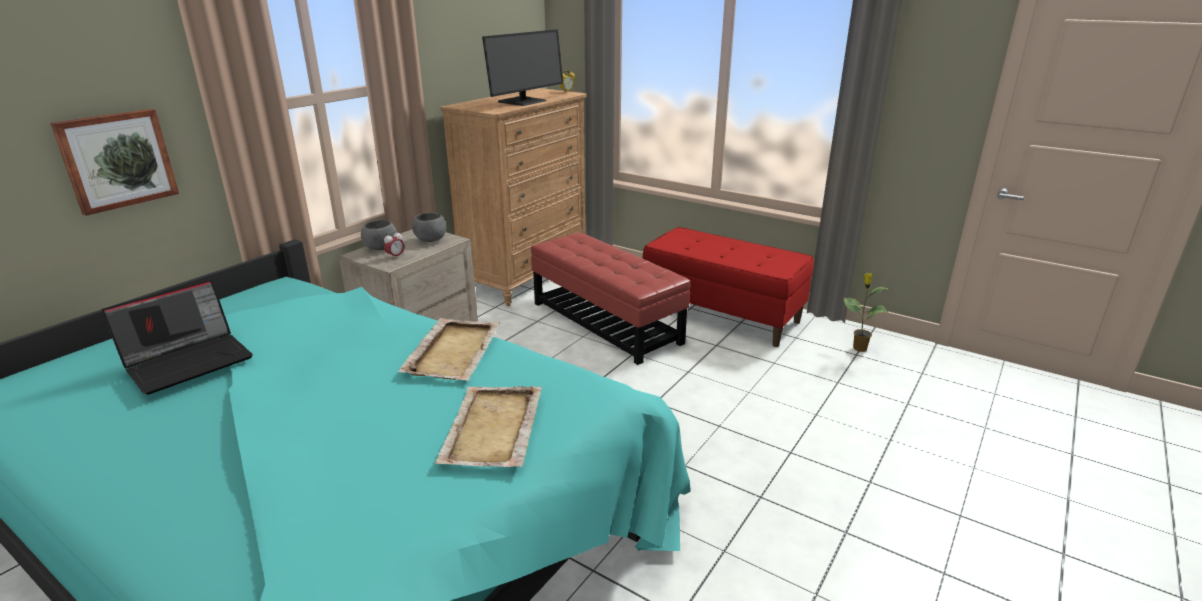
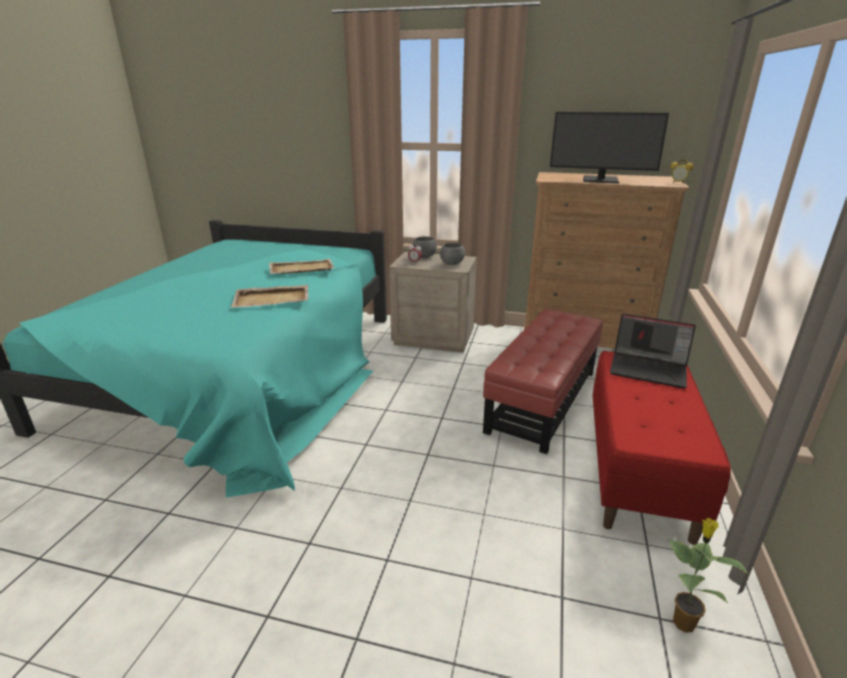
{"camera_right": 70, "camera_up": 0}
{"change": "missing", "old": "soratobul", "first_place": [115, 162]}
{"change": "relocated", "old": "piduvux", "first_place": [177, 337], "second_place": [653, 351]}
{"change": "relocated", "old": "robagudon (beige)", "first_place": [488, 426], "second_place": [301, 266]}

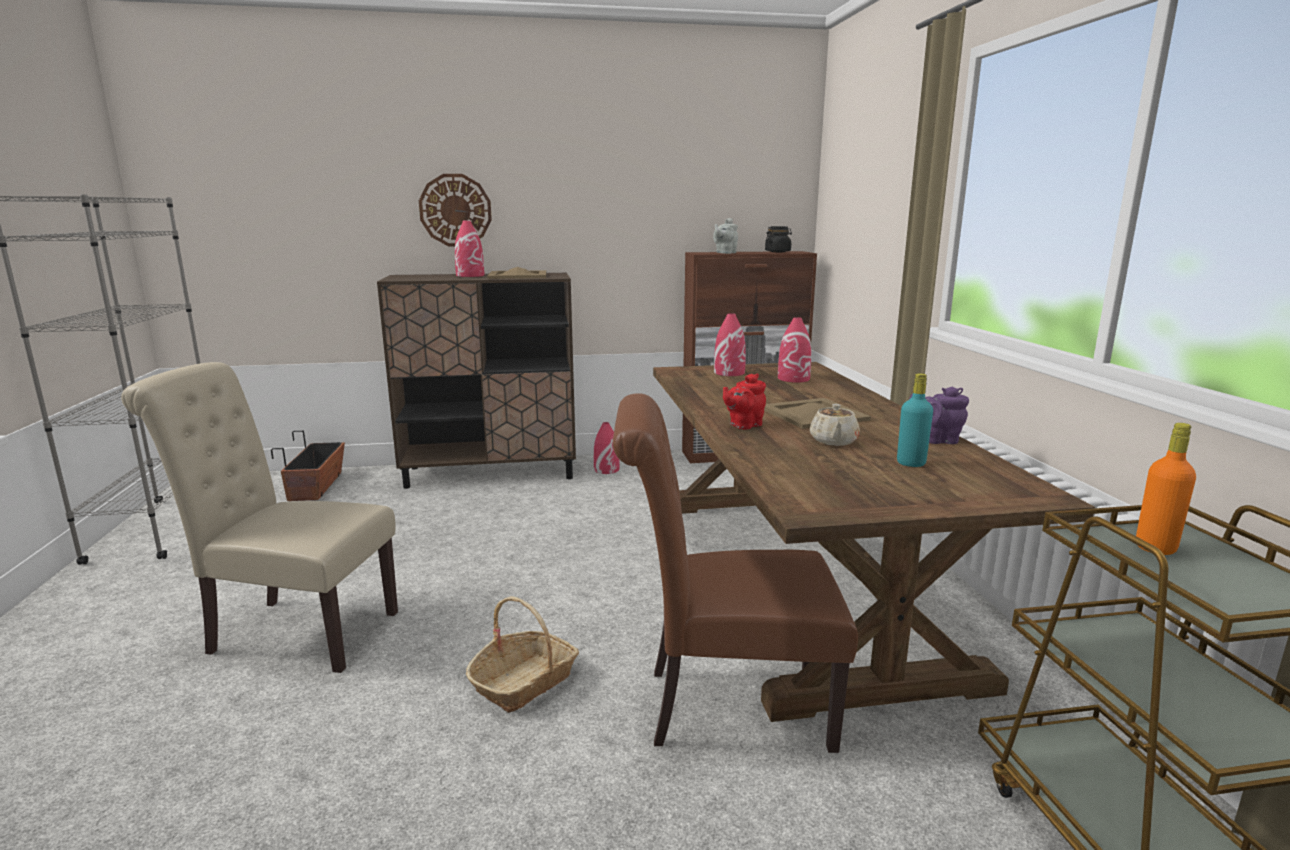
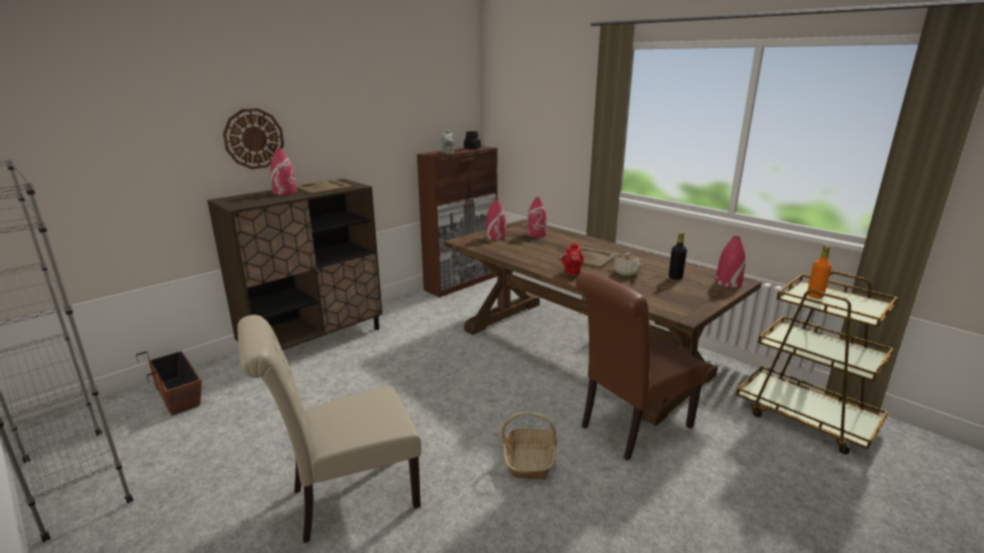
{"camera_right": -35, "camera_up": 5}
{"change": "missing", "old": "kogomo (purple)", "first_place": [939, 415]}
{"change": "relocated", "old": "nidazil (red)", "first_place": [606, 448], "second_place": [730, 261]}
{"change": "colour", "old": "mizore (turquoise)", "new": "mizore (black)", "first_place": [915, 420], "second_place": [678, 256]}

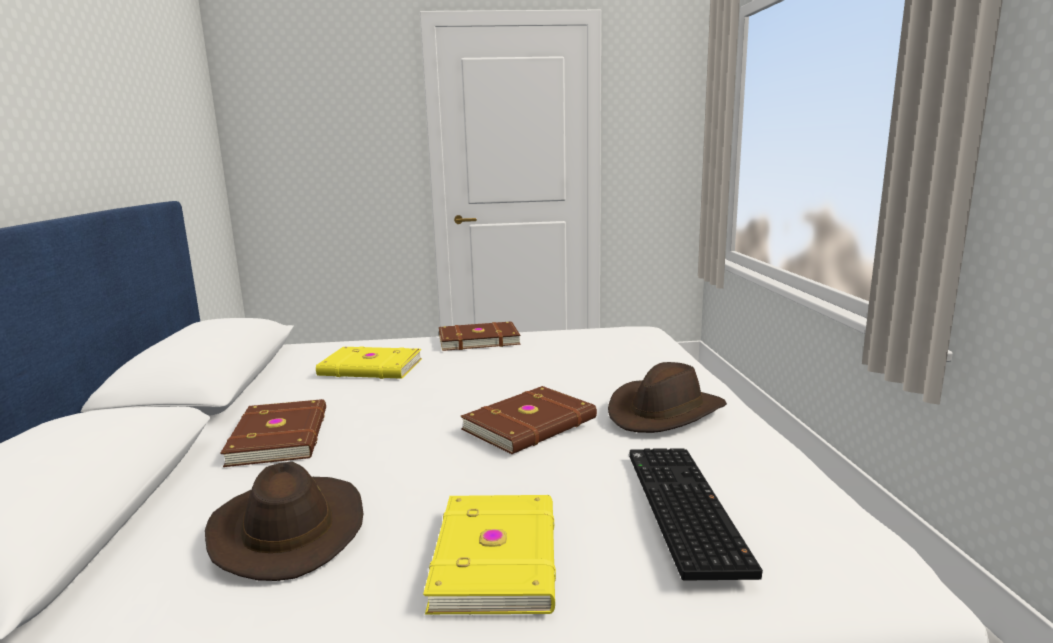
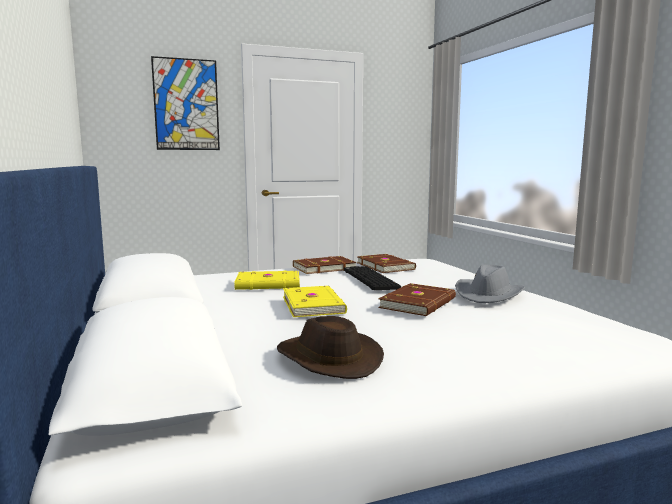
{"camera_right": -15, "camera_up": -5}
{"change": "appeared", "new": "soratobul", "second_place": [185, 103]}
{"change": "relocated", "old": "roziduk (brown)", "first_place": [273, 433], "second_place": [386, 263]}
{"change": "relocated", "old": "roziduk (yellow)", "first_place": [489, 554], "second_place": [315, 301]}
{"change": "relocated", "old": "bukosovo", "first_place": [696, 514], "second_place": [372, 278]}
{"change": "colour", "old": "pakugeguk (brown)", "new": "pakugeguk (grey)", "first_place": [667, 397], "second_place": [490, 283]}

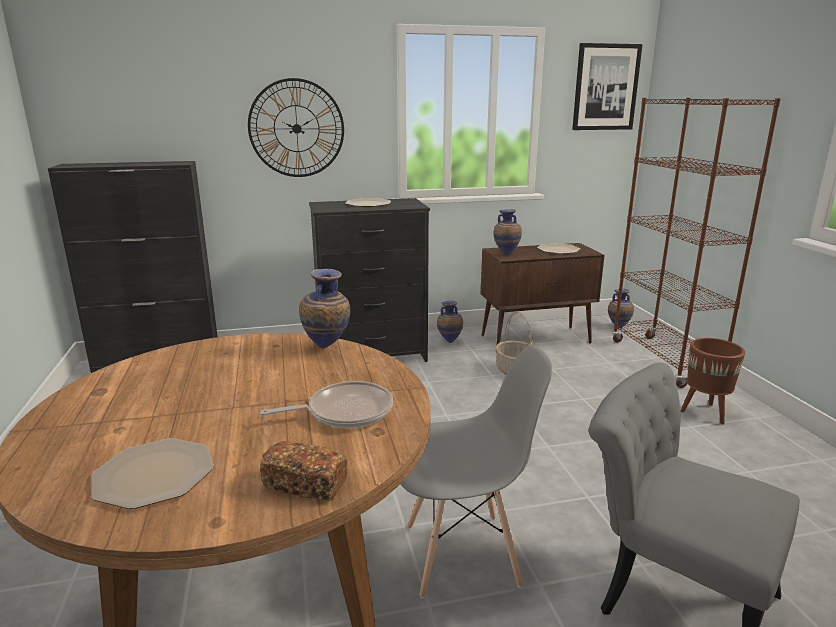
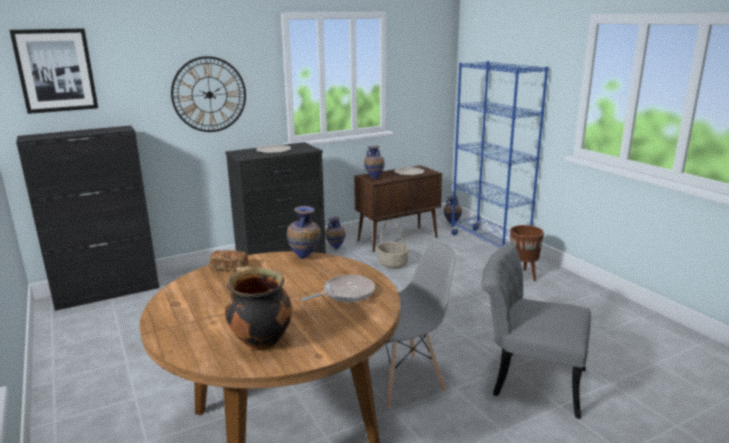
{"camera_right": -15, "camera_up": 0}
{"change": "relocated", "old": "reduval", "first_place": [303, 471], "second_place": [229, 261]}
{"change": "relocated", "old": "soratobul", "first_place": [607, 86], "second_place": [54, 71]}
{"change": "exchanged", "old": "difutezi", "new": "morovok", "first_place": [152, 473], "second_place": [258, 308]}
{"change": "colour", "old": "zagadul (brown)", "new": "zagadul (blue)", "first_place": [696, 243], "second_place": [500, 154]}

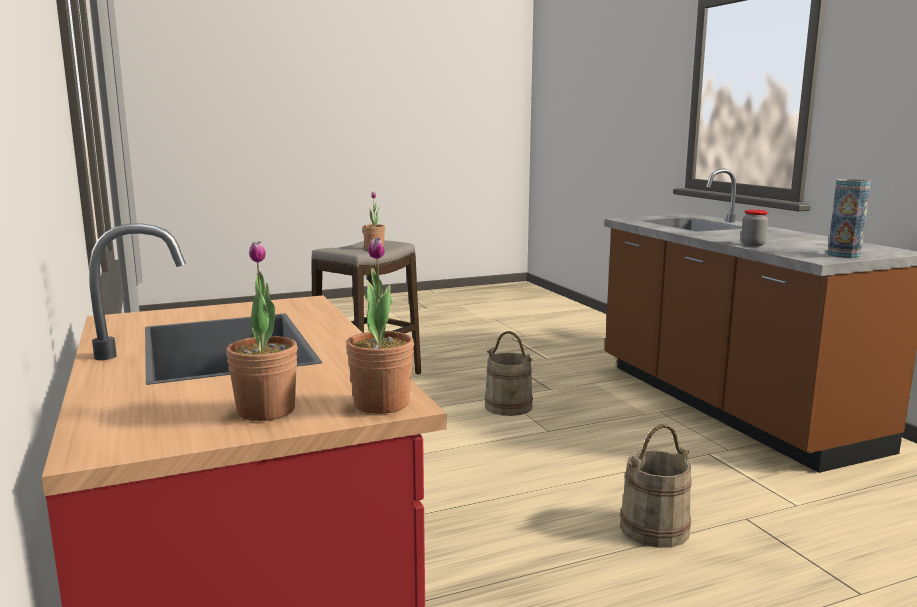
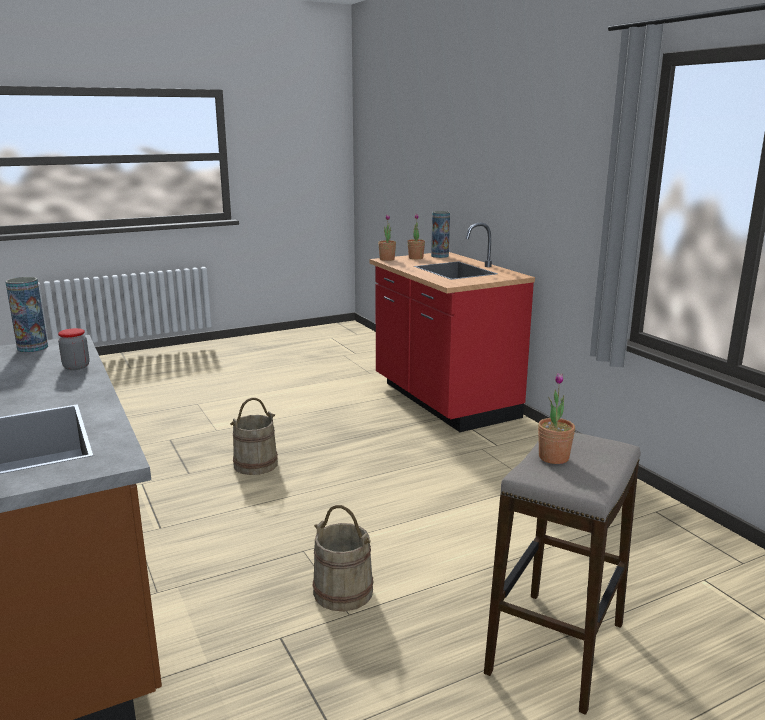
{"camera_right": 175, "camera_up": 5}
{"change": "appeared", "new": "nidazil", "second_place": [440, 234]}

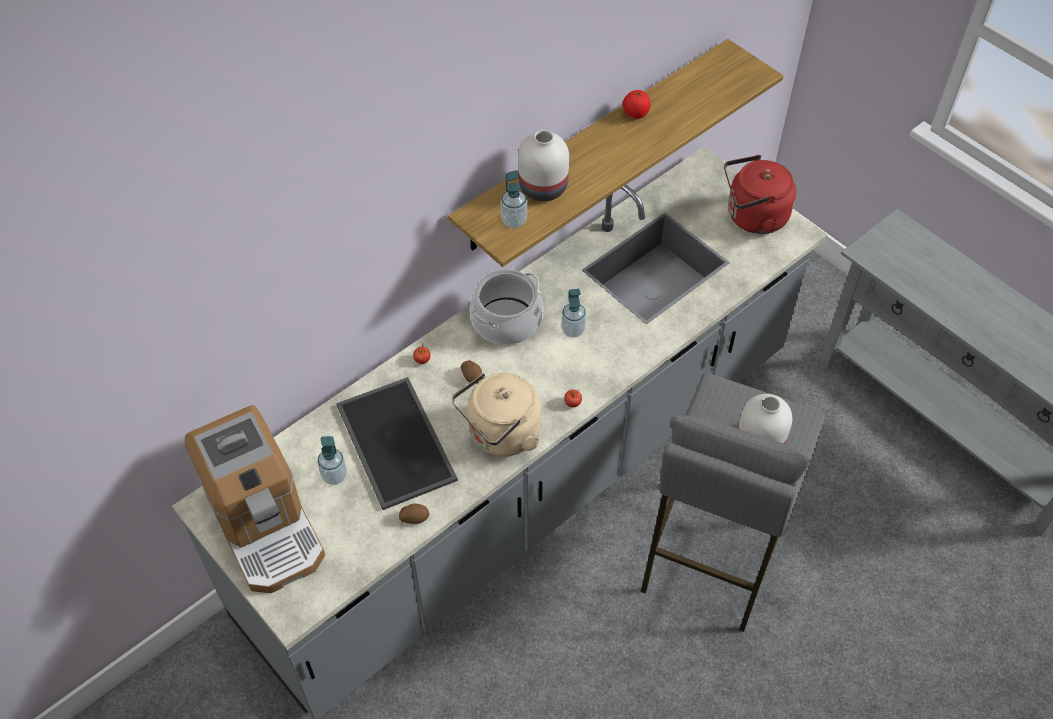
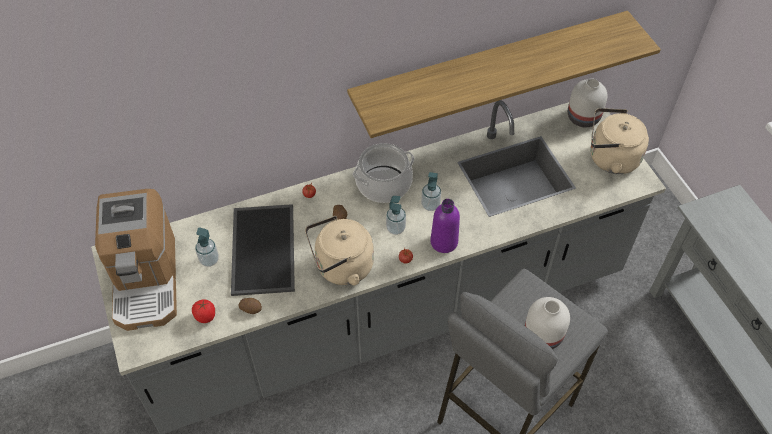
{"camera_right": 20, "camera_up": 0}
{"change": "appeared", "new": "mizore (purple)", "second_place": [445, 226]}
{"change": "relocated", "old": "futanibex", "first_place": [514, 199], "second_place": [396, 215]}
{"change": "relocated", "old": "nidazil (white)", "first_place": [543, 165], "second_place": [587, 103]}
{"change": "relocated", "old": "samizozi", "first_place": [636, 104], "second_place": [203, 311]}
{"change": "colour", "old": "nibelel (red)", "new": "nibelel (beige)", "first_place": [760, 194], "second_place": [620, 141]}

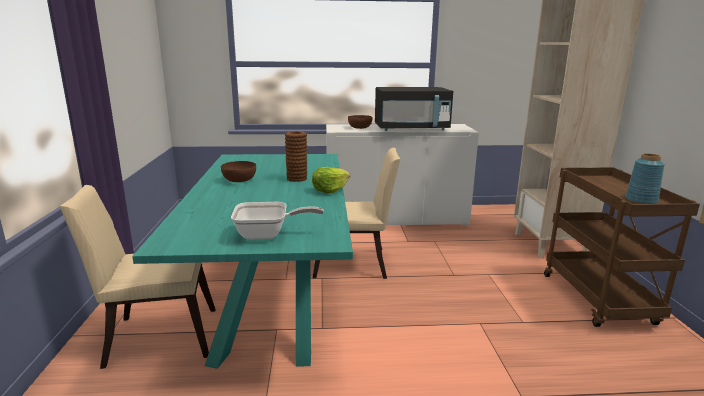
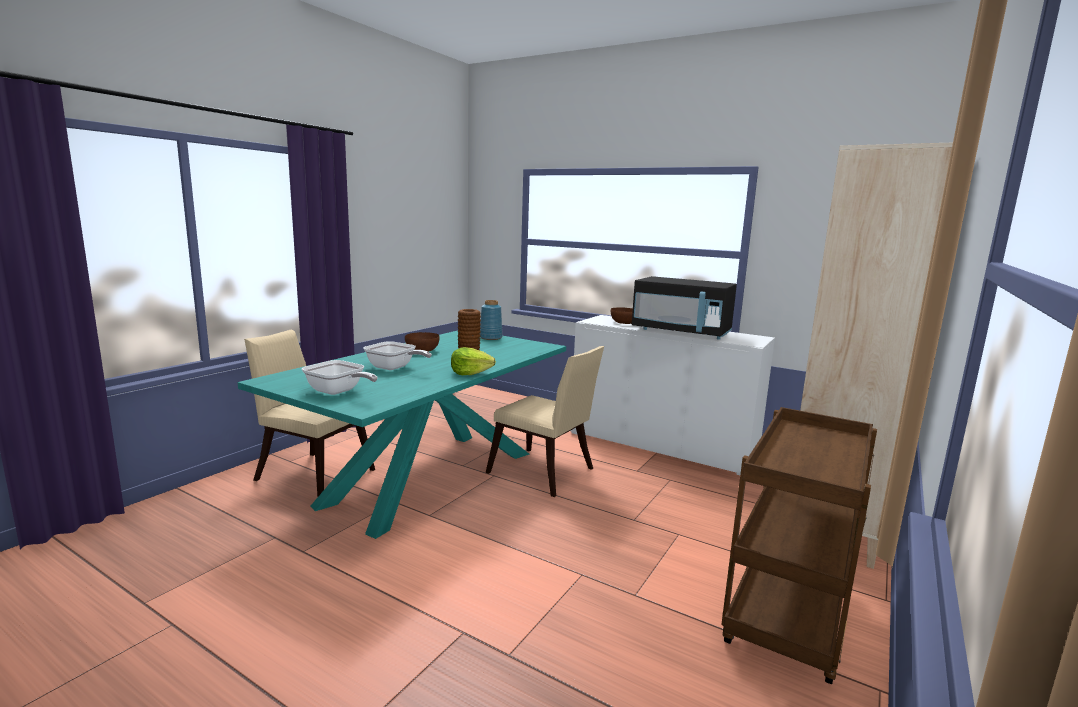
{"camera_right": 35, "camera_up": -5}
{"change": "appeared", "new": "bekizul", "second_place": [397, 355]}
{"change": "relocated", "old": "nidazil (blue)", "first_place": [645, 178], "second_place": [491, 320]}

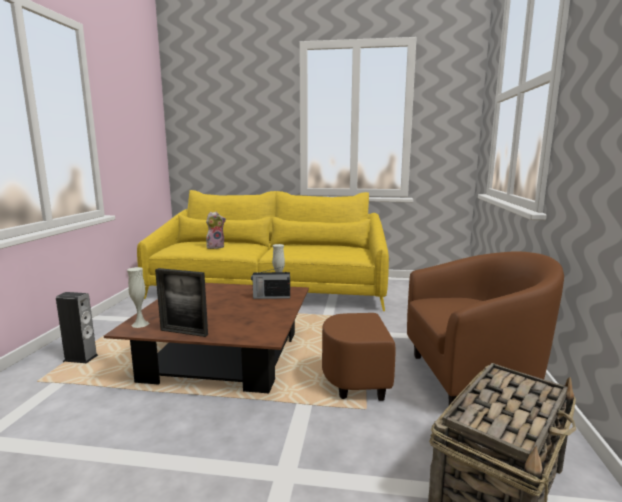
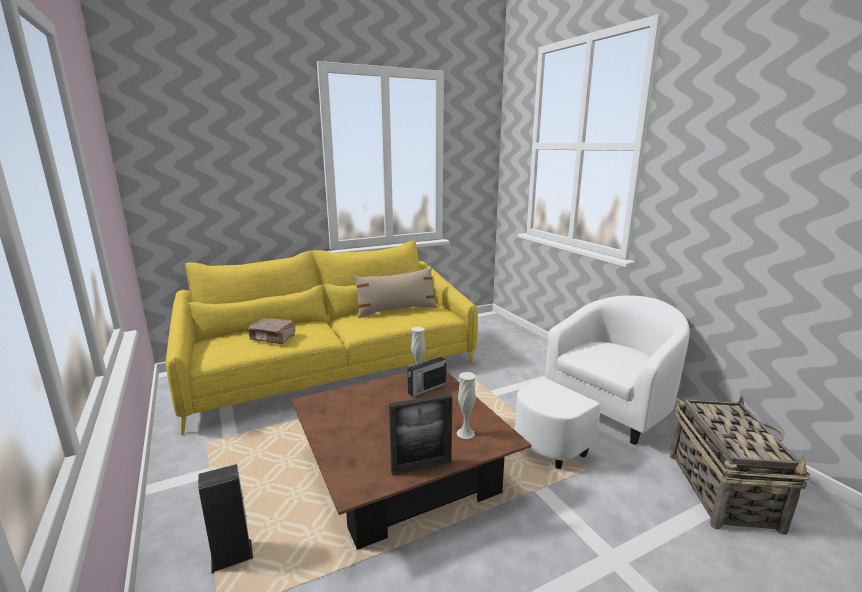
{"camera_right": -35, "camera_up": 5}
{"change": "appeared", "new": "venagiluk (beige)", "second_place": [395, 292]}
{"change": "relocated", "old": "nidazil (white)", "first_place": [138, 297], "second_place": [466, 405]}
{"change": "exchanged", "old": "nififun", "new": "roziduk (brown)", "first_place": [216, 230], "second_place": [271, 331]}
{"change": "colour", "old": "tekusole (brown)", "new": "tekusole (white)", "first_place": [443, 328], "second_place": [602, 382]}

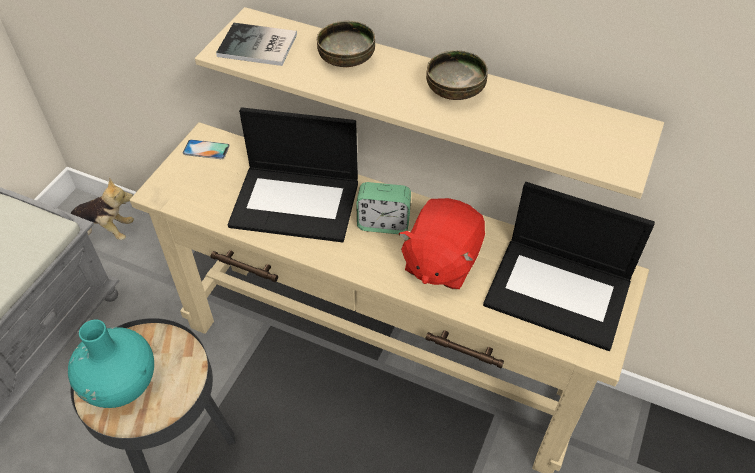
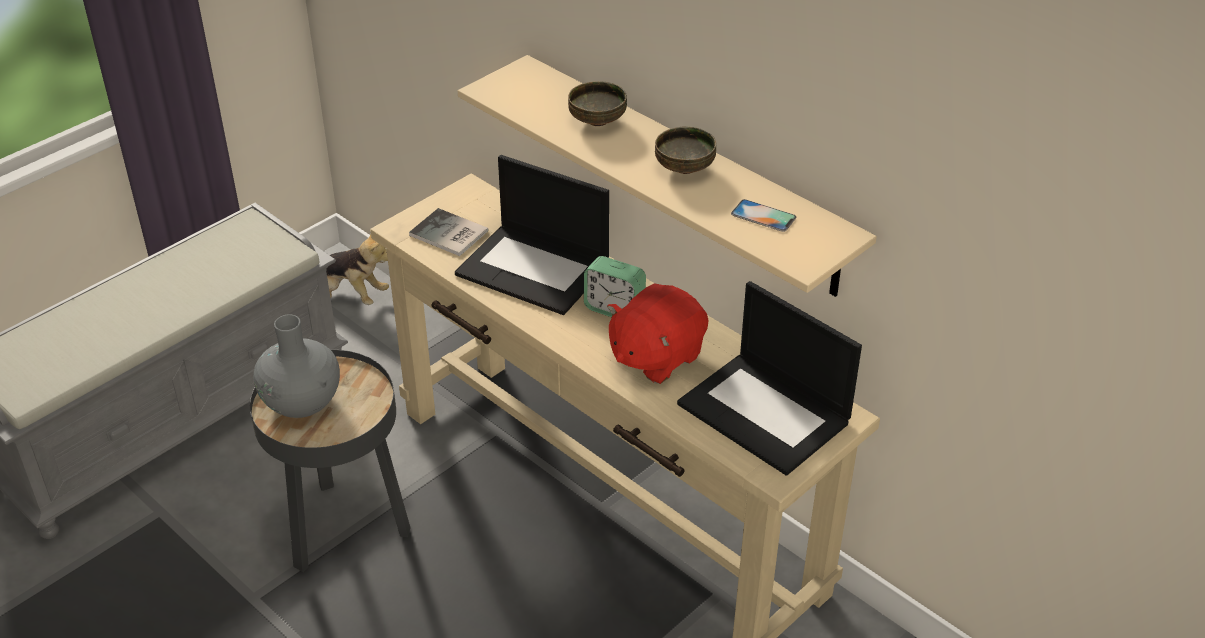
{"camera_right": 20, "camera_up": -10}
{"change": "relocated", "old": "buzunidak", "first_place": [206, 149], "second_place": [763, 215]}
{"change": "relocated", "old": "roziduk", "first_place": [256, 44], "second_place": [449, 232]}
{"change": "colour", "old": "nidazil (turquoise)", "new": "nidazil (grey)", "first_place": [111, 364], "second_place": [296, 366]}

